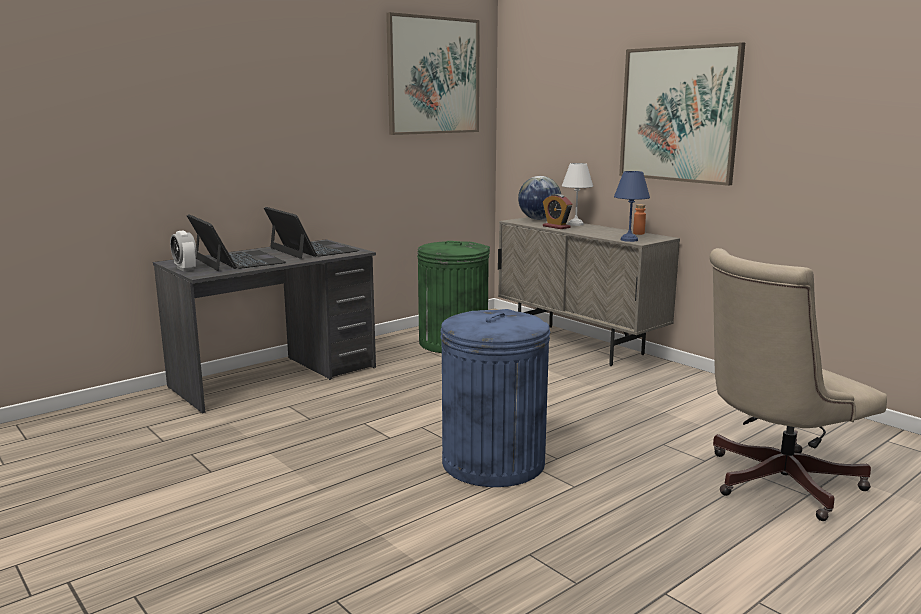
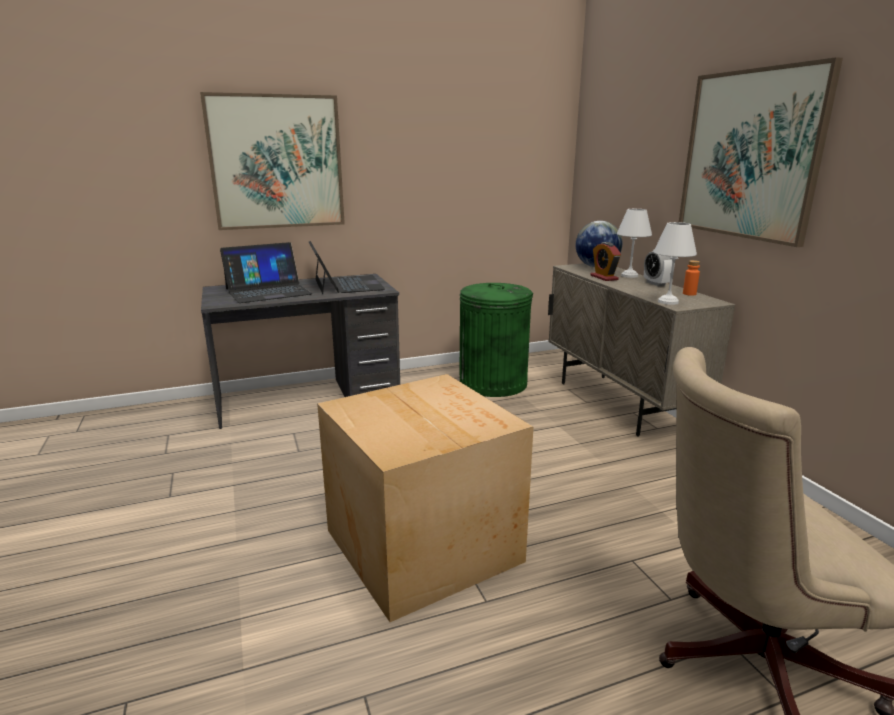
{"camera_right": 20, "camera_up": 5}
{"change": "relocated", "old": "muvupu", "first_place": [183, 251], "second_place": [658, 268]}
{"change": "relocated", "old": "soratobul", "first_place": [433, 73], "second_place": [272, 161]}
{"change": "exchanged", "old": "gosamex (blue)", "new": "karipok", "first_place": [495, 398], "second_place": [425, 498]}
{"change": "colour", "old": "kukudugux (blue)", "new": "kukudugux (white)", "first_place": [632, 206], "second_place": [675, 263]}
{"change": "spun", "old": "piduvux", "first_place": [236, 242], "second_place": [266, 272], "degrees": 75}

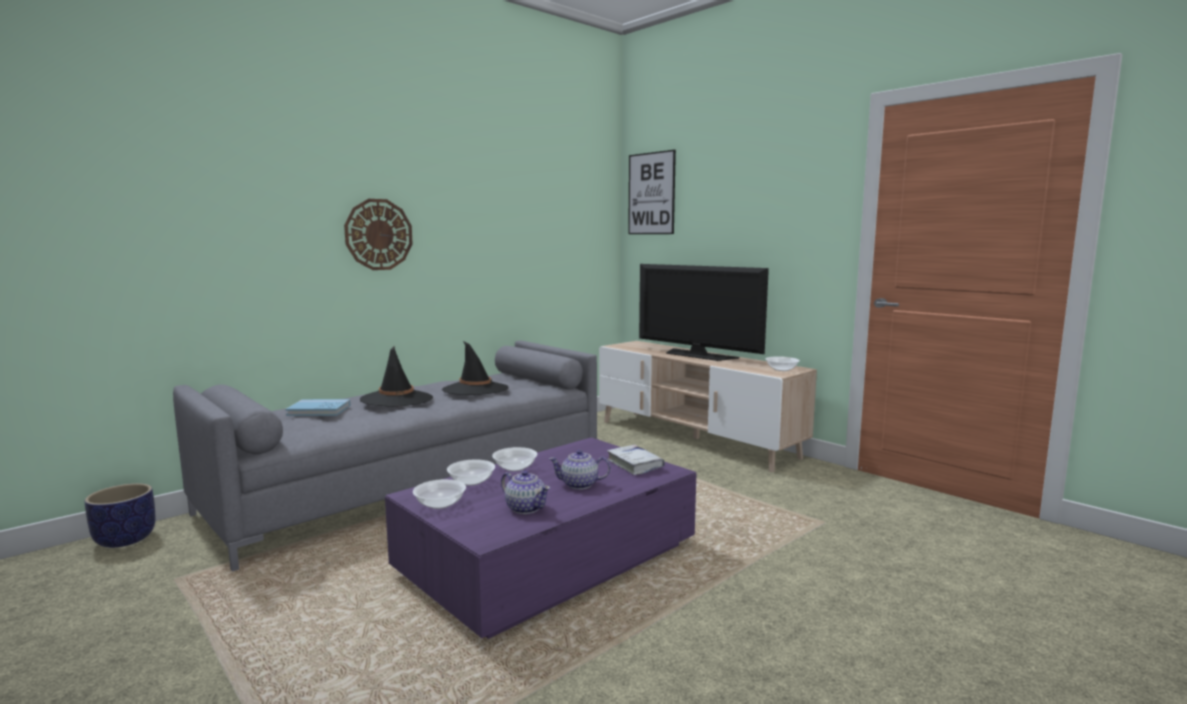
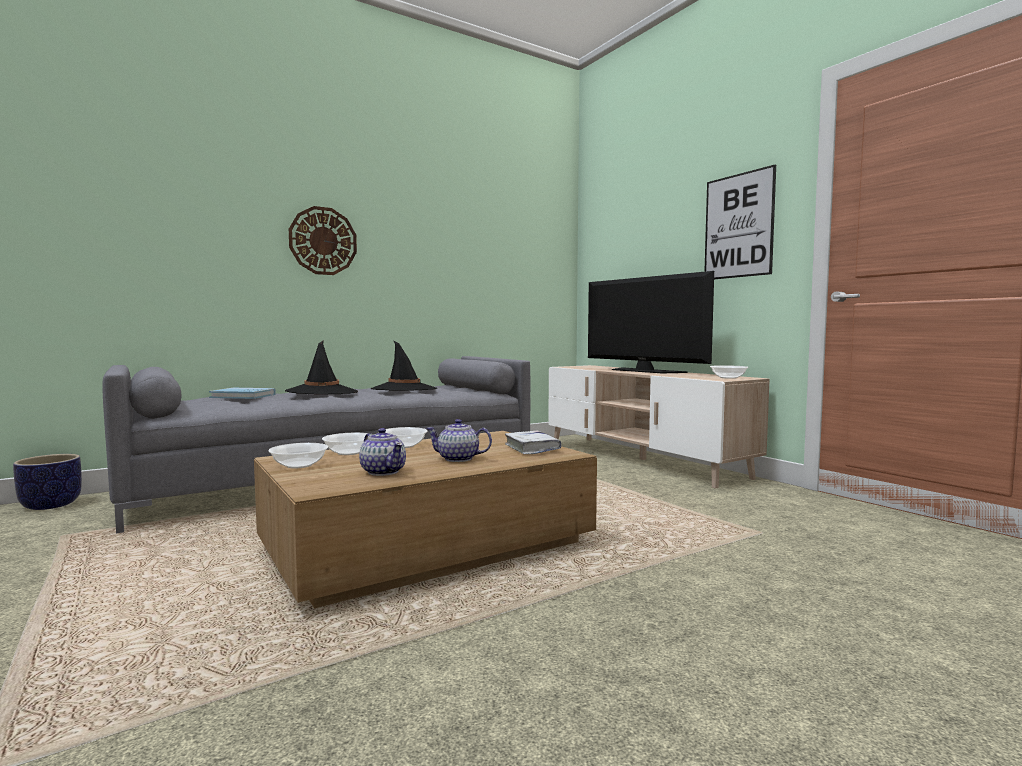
{"camera_right": 10, "camera_up": -5}
{"change": "relocated", "old": "soratobul", "first_place": [652, 192], "second_place": [740, 222]}
{"change": "colour", "old": "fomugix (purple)", "new": "fomugix (brown)", "first_place": [540, 538], "second_place": [425, 519]}

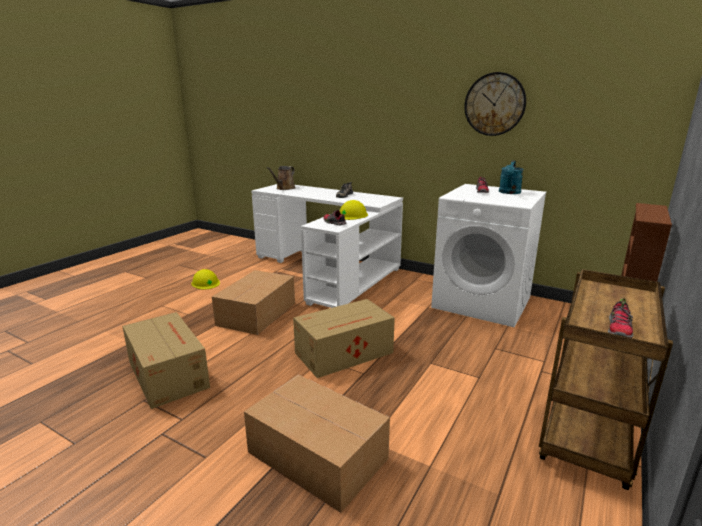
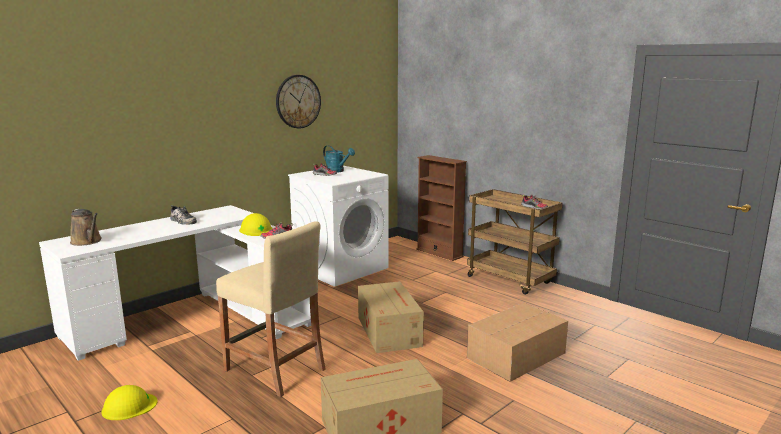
{"camera_right": -75, "camera_up": -5}
{"change": "exchanged", "old": "karipok", "new": "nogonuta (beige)", "first_place": [253, 302], "second_place": [271, 309]}

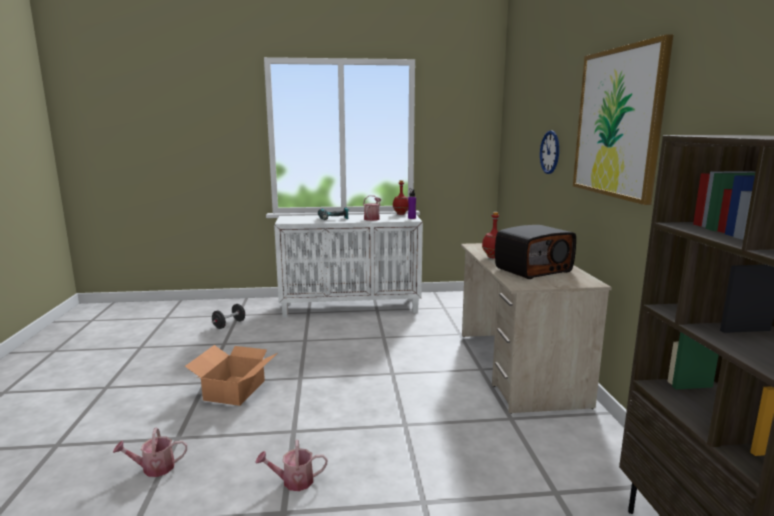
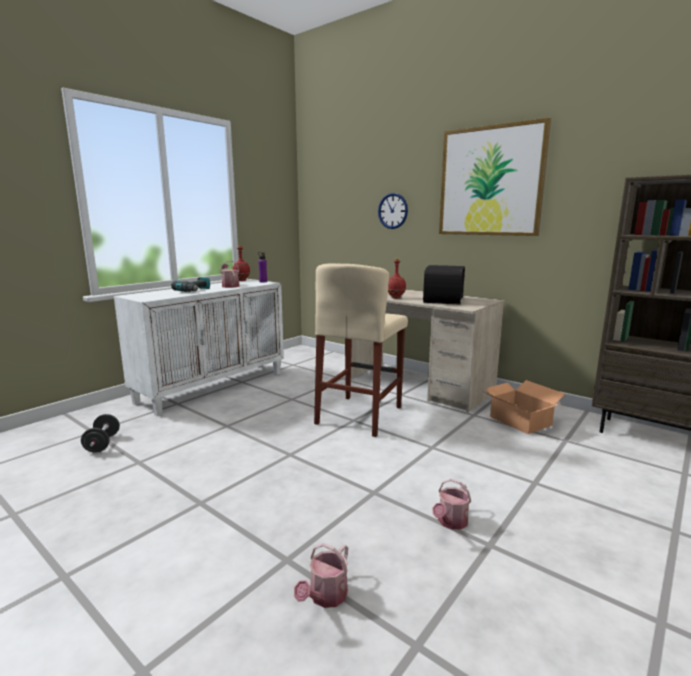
{"camera_right": -45, "camera_up": 0}
{"change": "appeared", "new": "nogonuta (beige)", "second_place": [361, 350]}
{"change": "relocated", "old": "karipok", "first_place": [231, 375], "second_place": [524, 407]}

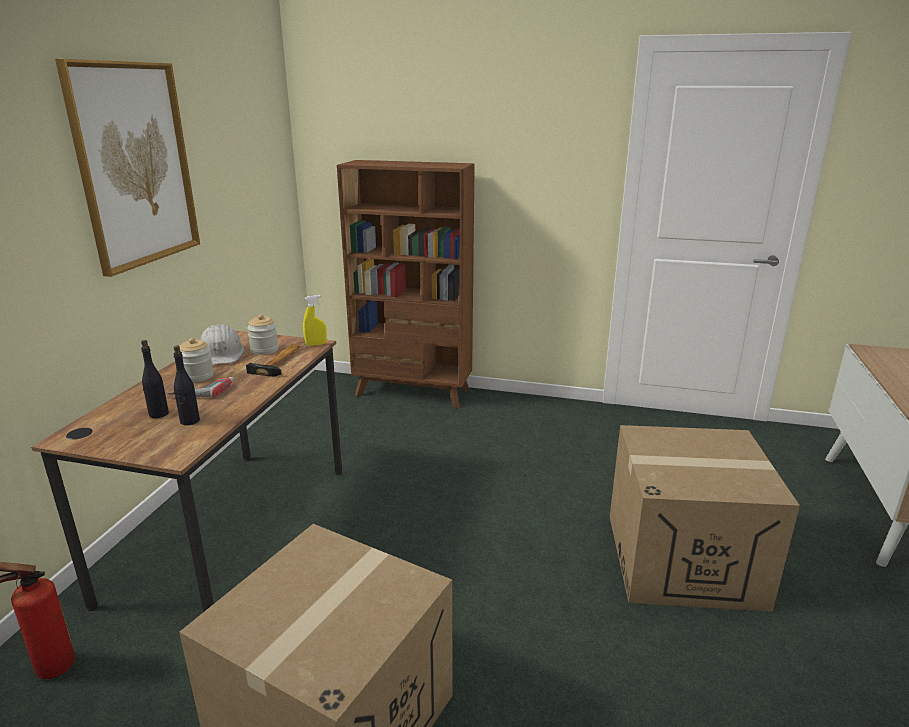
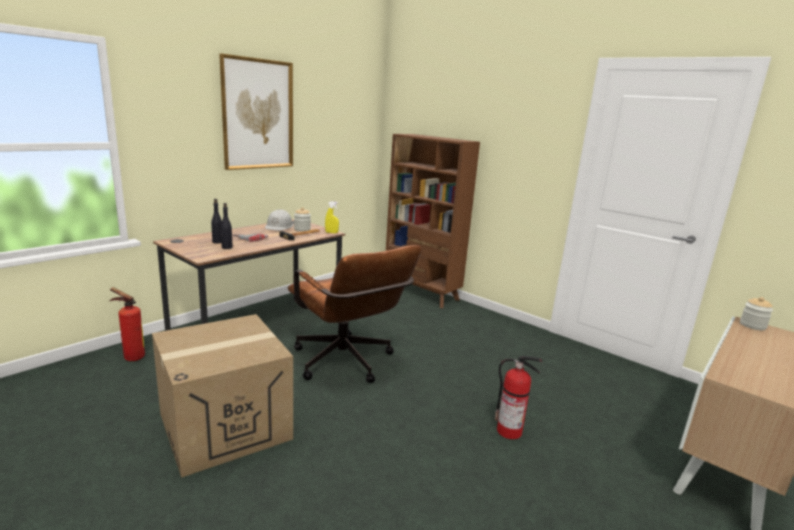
{"camera_right": 25, "camera_up": -5}
{"change": "appeared", "new": "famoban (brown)", "second_place": [355, 314]}
{"change": "relocated", "old": "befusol", "first_place": [197, 360], "second_place": [756, 313]}
{"change": "exchanged", "old": "karipok", "new": "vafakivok", "first_place": [705, 518], "second_place": [518, 397]}

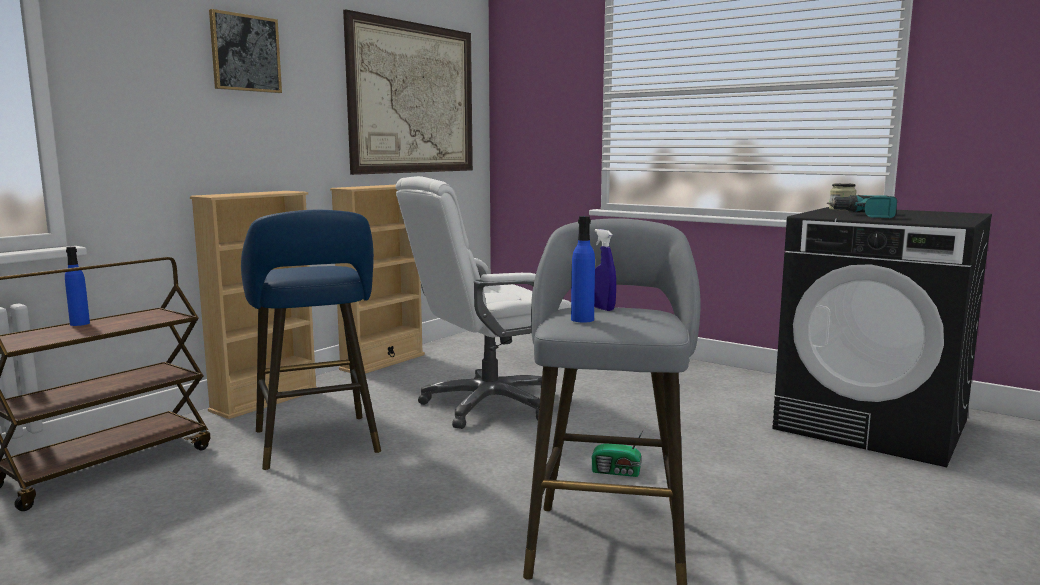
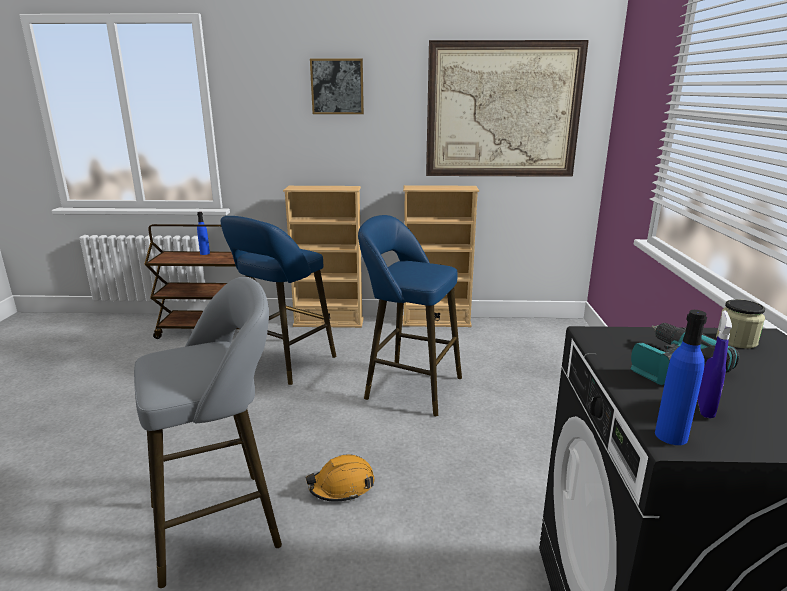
{"camera_right": 55, "camera_up": 10}
{"change": "relocated", "old": "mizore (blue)", "first_place": [583, 269], "second_place": [681, 377]}
{"change": "relocated", "old": "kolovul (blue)", "first_place": [605, 270], "second_place": [715, 364]}
{"change": "exchanged", "old": "famoban (white)", "new": "nogonuta (blue)", "first_place": [483, 302], "second_place": [410, 315]}
{"change": "exchanged", "old": "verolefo", "new": "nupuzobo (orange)", "first_place": [619, 451], "second_place": [340, 477]}

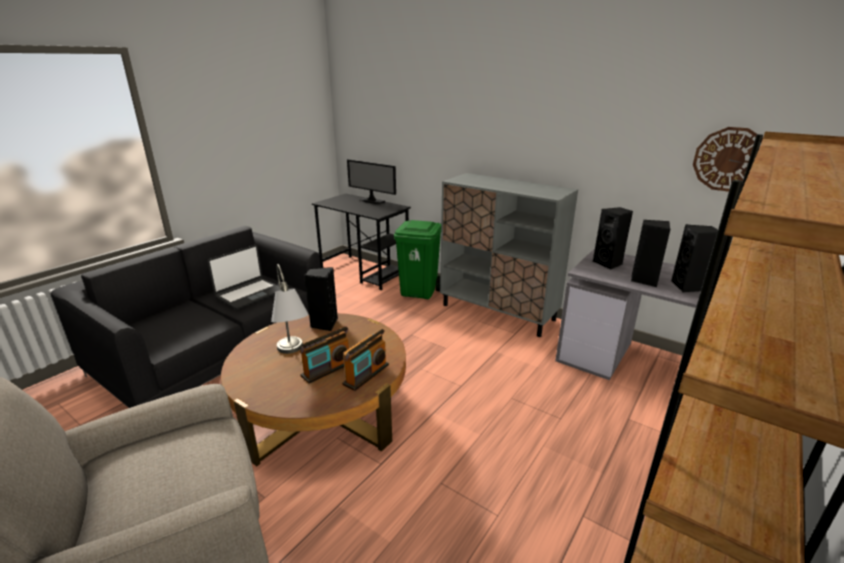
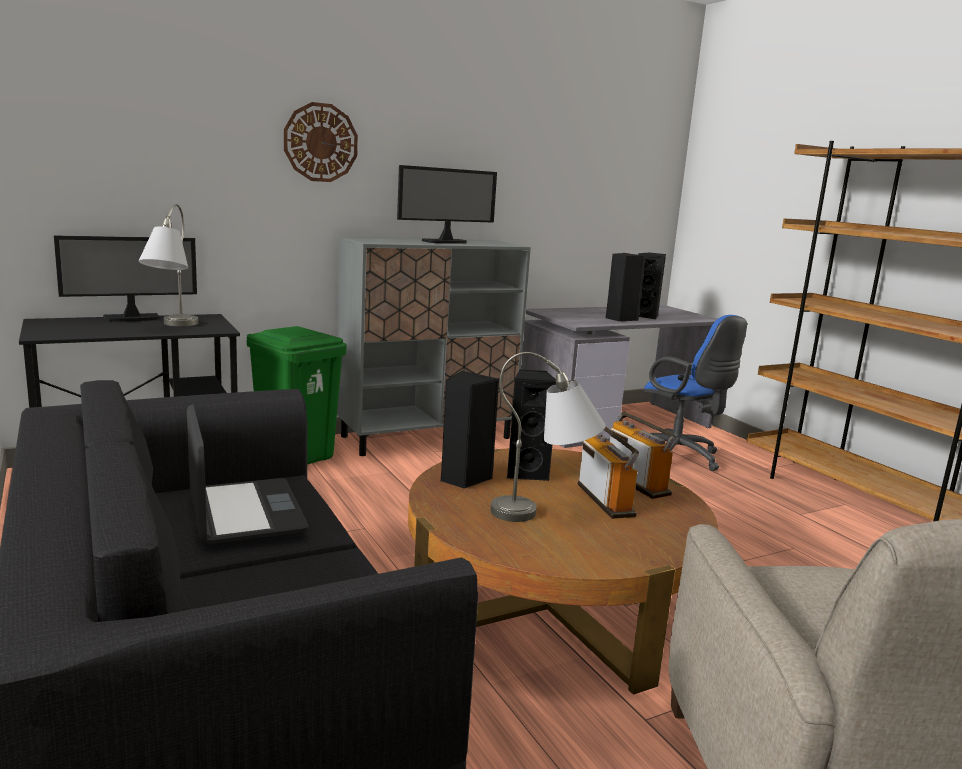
{"camera_right": -65, "camera_up": -10}
{"change": "appeared", "new": "kukudugux (grey)", "second_place": [168, 265]}
{"change": "appeared", "new": "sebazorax", "second_place": [447, 204]}
{"change": "appeared", "new": "famoban (blue)", "second_place": [695, 393]}
{"change": "relocated", "old": "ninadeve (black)", "first_place": [613, 238], "second_place": [531, 425]}
{"change": "relocated", "old": "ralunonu", "first_place": [728, 159], "second_place": [321, 142]}

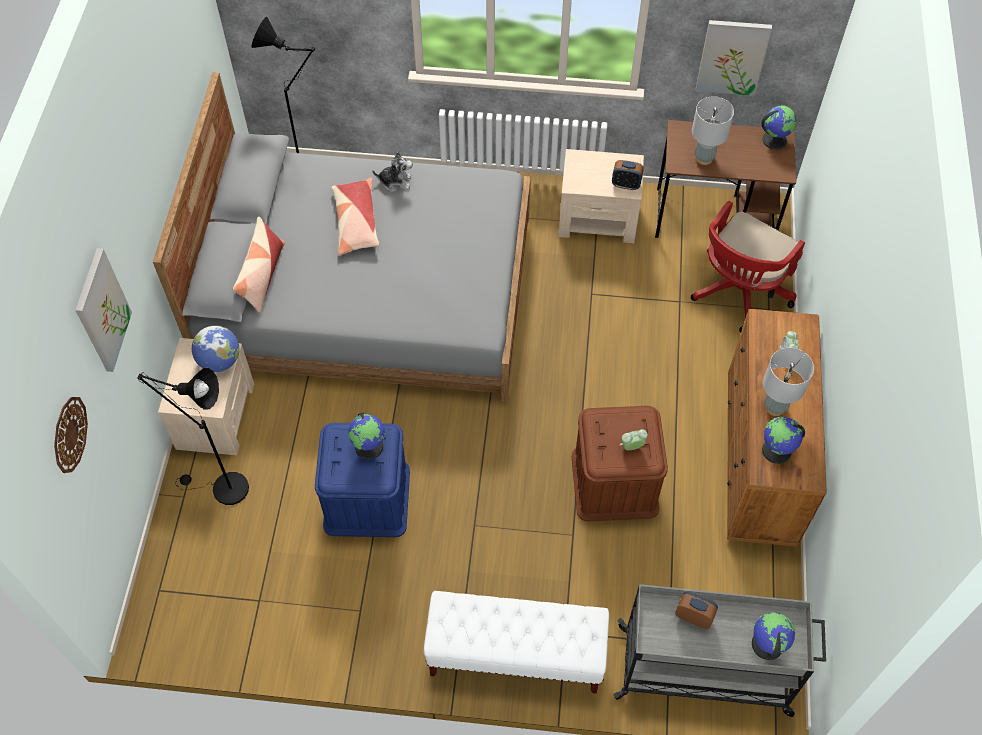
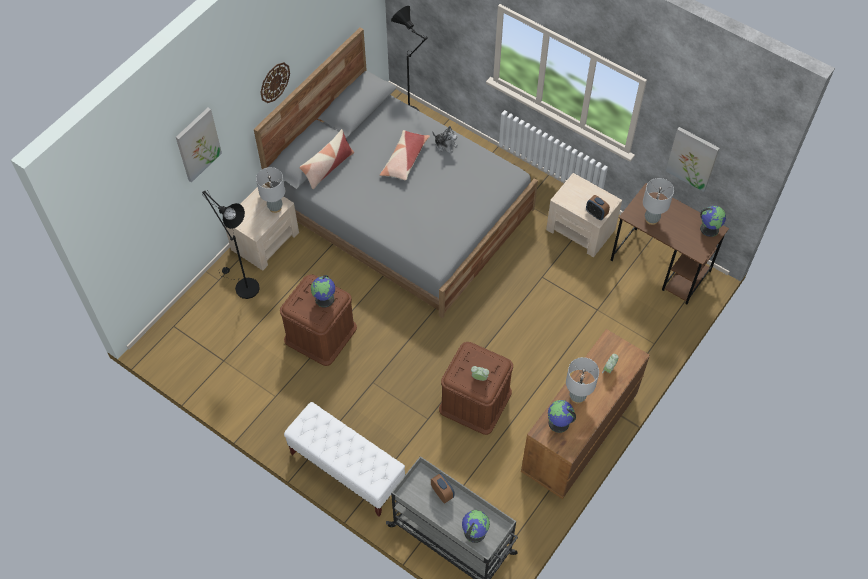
{"camera_right": 30, "camera_up": 0}
{"change": "missing", "old": "famoban (red)", "first_place": [748, 267]}
{"change": "relocated", "old": "ralunonu", "first_place": [71, 435], "second_place": [275, 82]}
{"change": "exchanged", "old": "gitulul", "new": "kukudugux (grey)", "first_place": [216, 348], "second_place": [270, 190]}
{"change": "colour", "old": "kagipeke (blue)", "new": "kagipeke (brown)", "first_place": [362, 480], "second_place": [318, 320]}

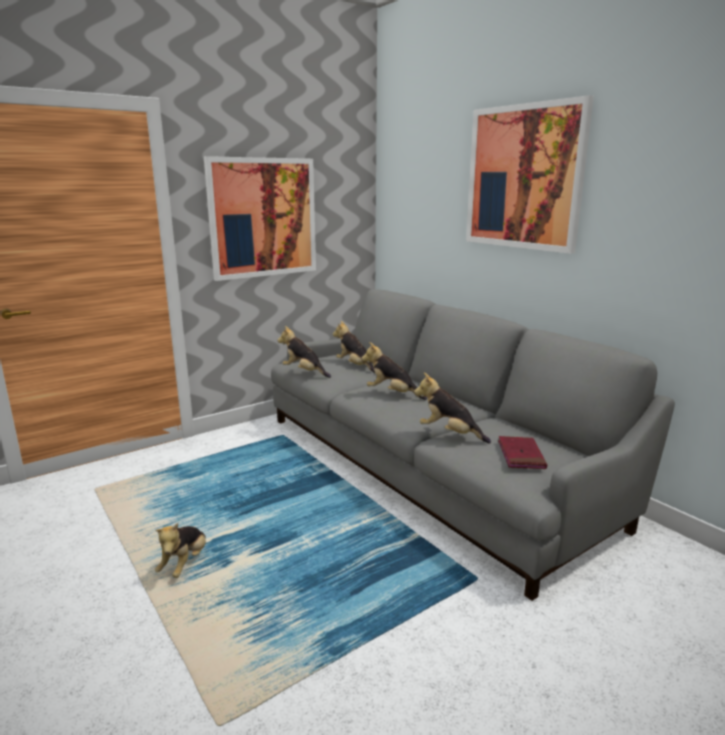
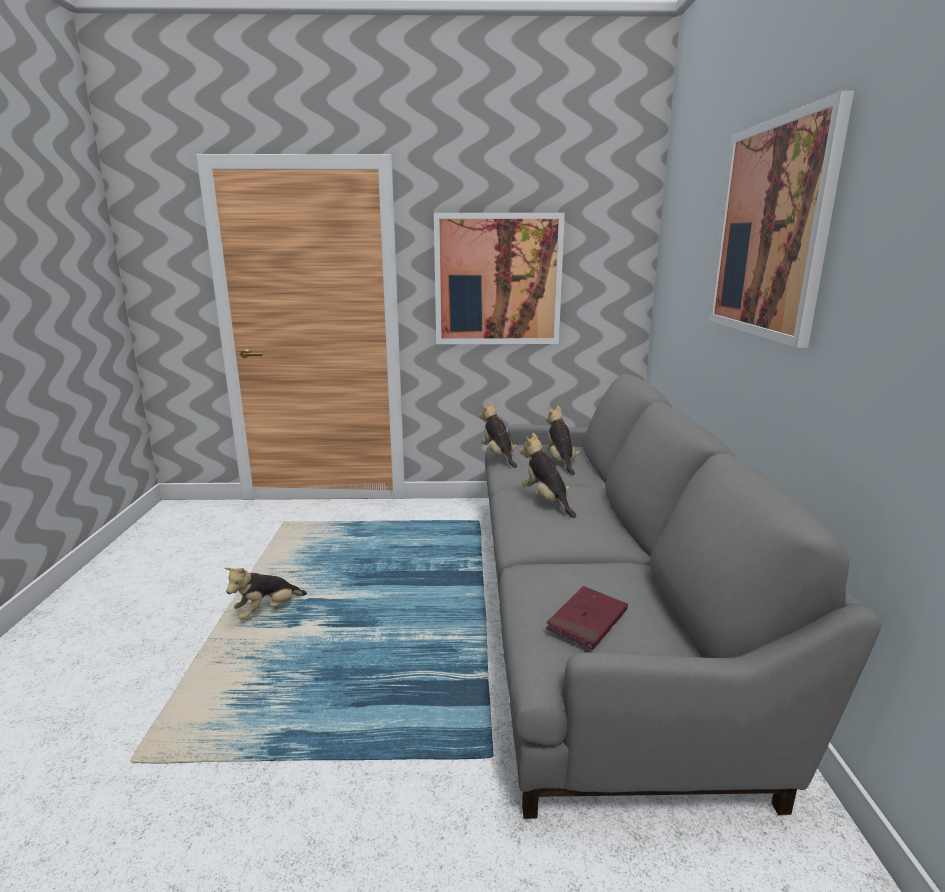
{"camera_right": 35, "camera_up": 0}
{"change": "missing", "old": "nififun", "first_place": [452, 408]}

